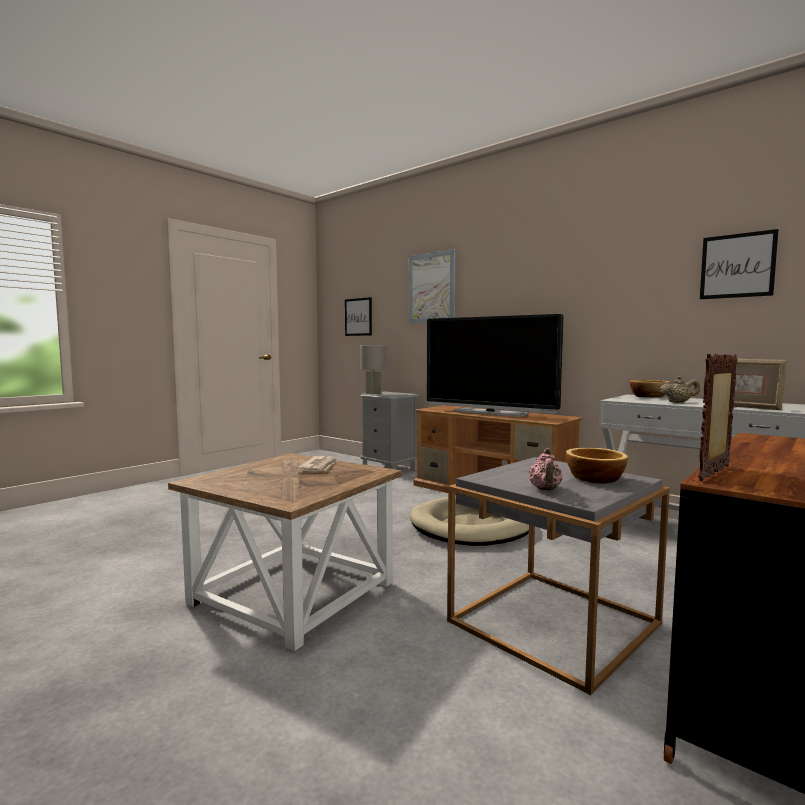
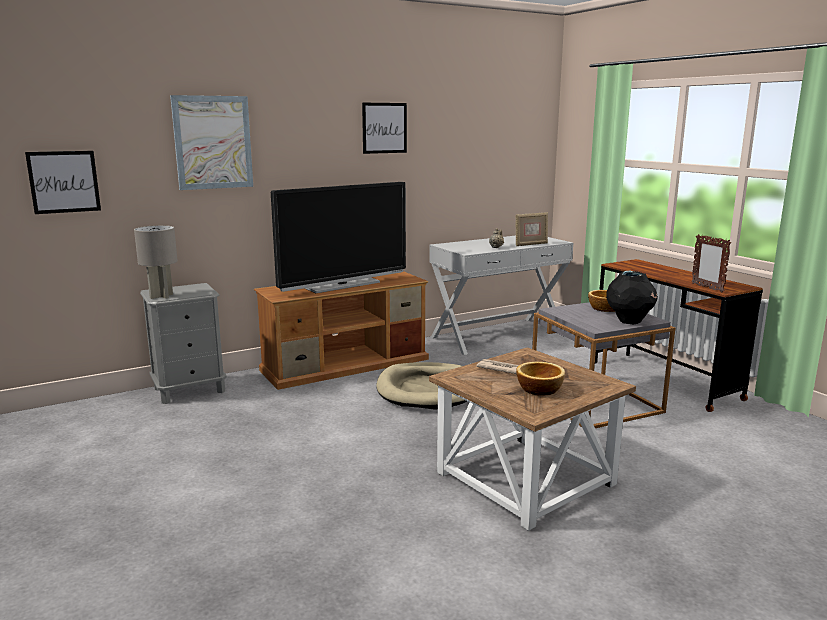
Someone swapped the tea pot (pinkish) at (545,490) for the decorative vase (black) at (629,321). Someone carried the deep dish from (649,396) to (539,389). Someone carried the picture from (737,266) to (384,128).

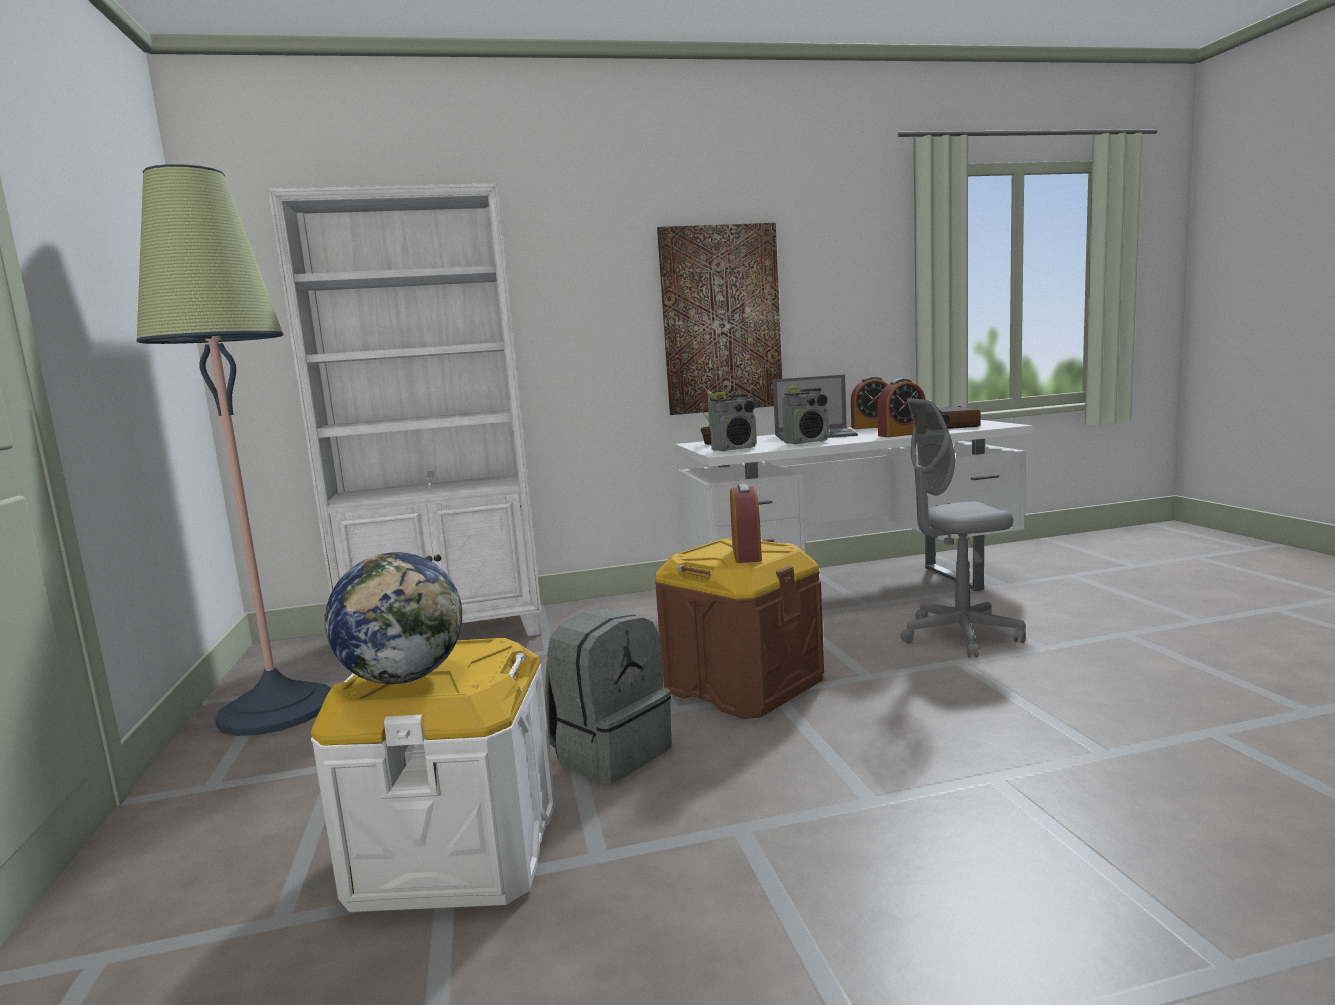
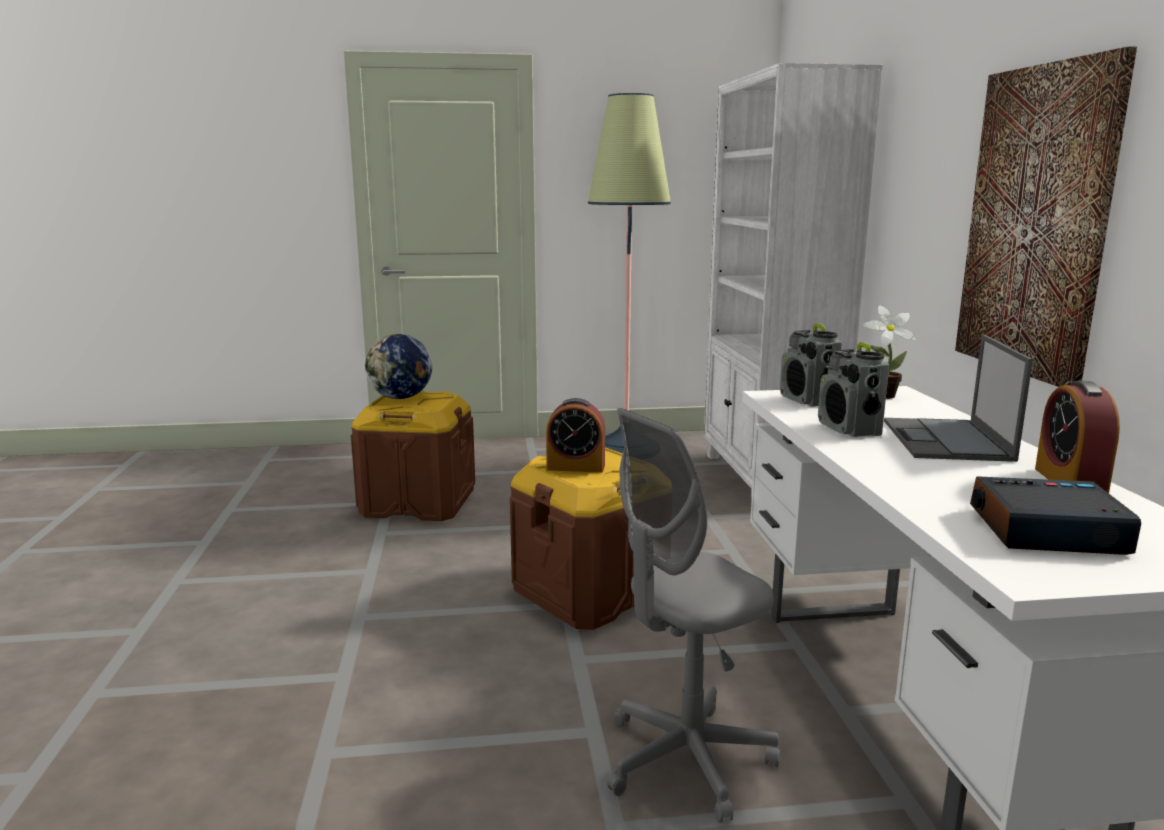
Someone repainted the storage container (white) at (456,850), which became the storage container (brown) at (418,502). Someone took away the knapsack (grey) at (610,752). Someone took away the table clock at (902,434). Someone rotated the office chair (grey) at (959,636) by 120 degrees counterclockwise.

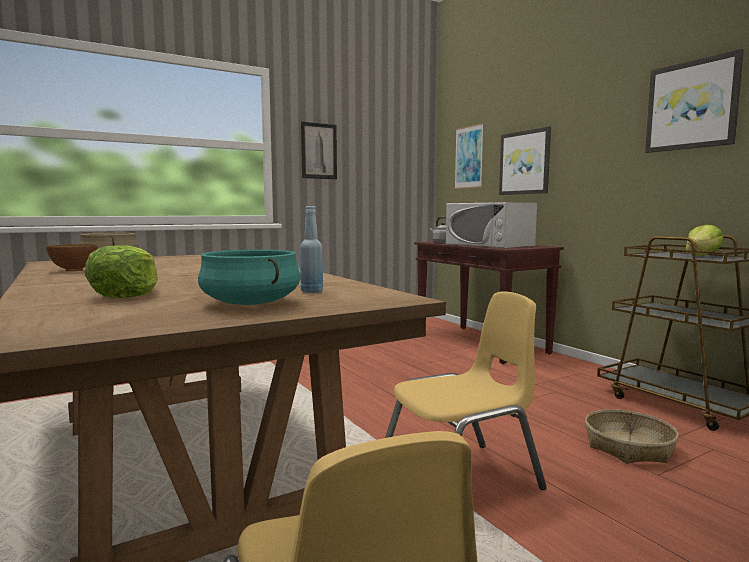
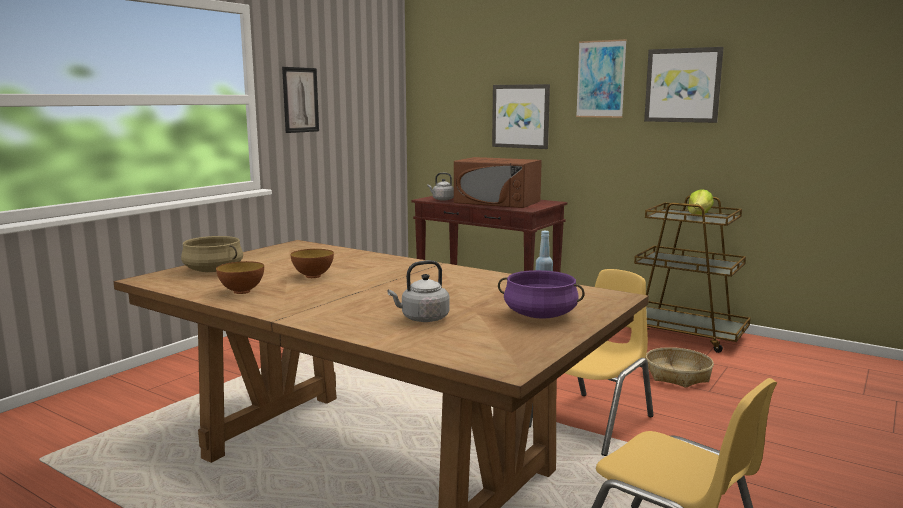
Someone swapped the lettuce head at (127,295) for the water kettle (grey) at (422,319). Someone repainted the saucepot (blue-green) at (250,303), which became the saucepot (purple-coloured) at (540,315). Someone repainted the microwave (white) at (489,244), which became the microwave (brown) at (497,202). Someone carried the picture from (469,157) to (601,79). Someone put down the deep dish at (313,276).

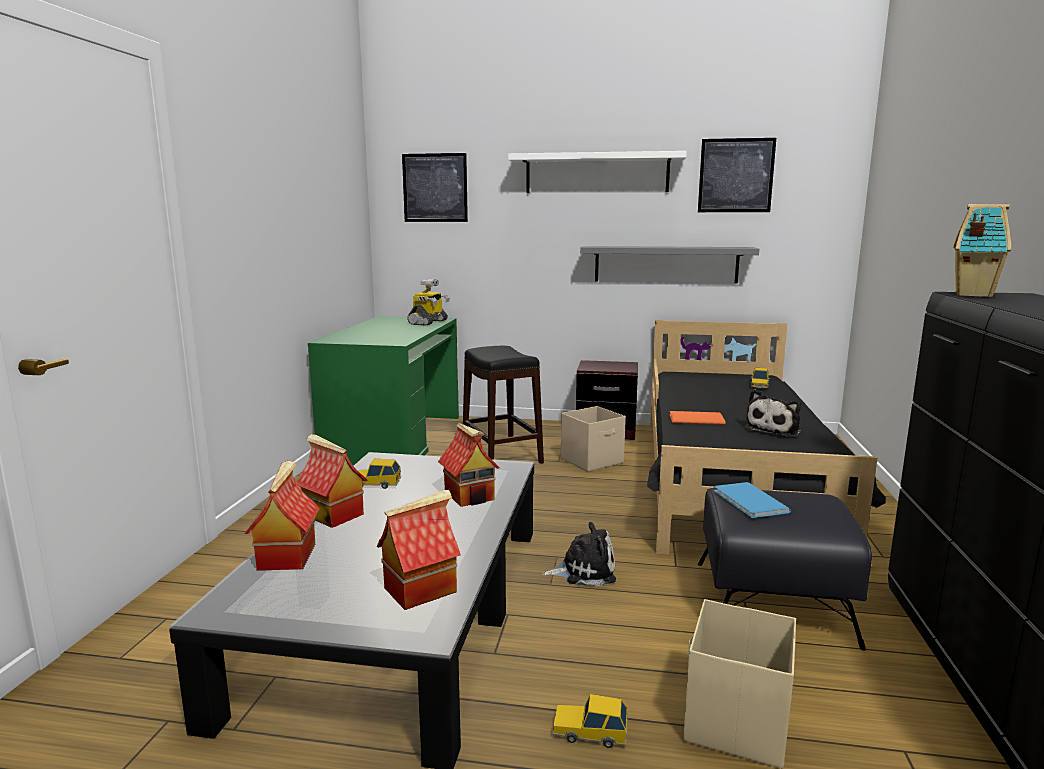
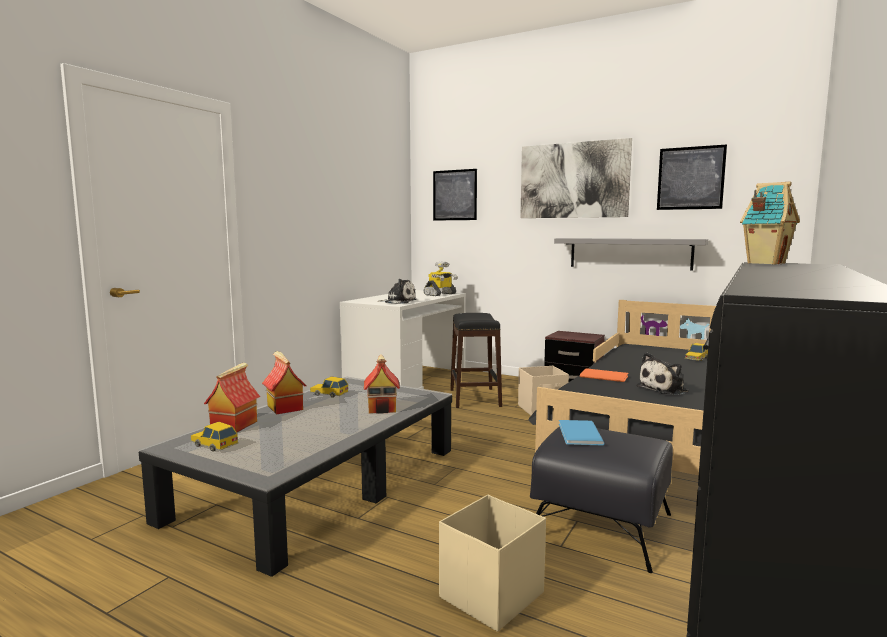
Someone repainted the desk table (greenish) at (395,438), which became the desk table (white) at (407,379). Someone took away the model house at (421,589). Someone swapped the shelf (white) at (596,173) for the picture at (573,180). Someone carried the plush toy from (584,571) to (398,302). Someone carried the model car from (590,731) to (214,445).

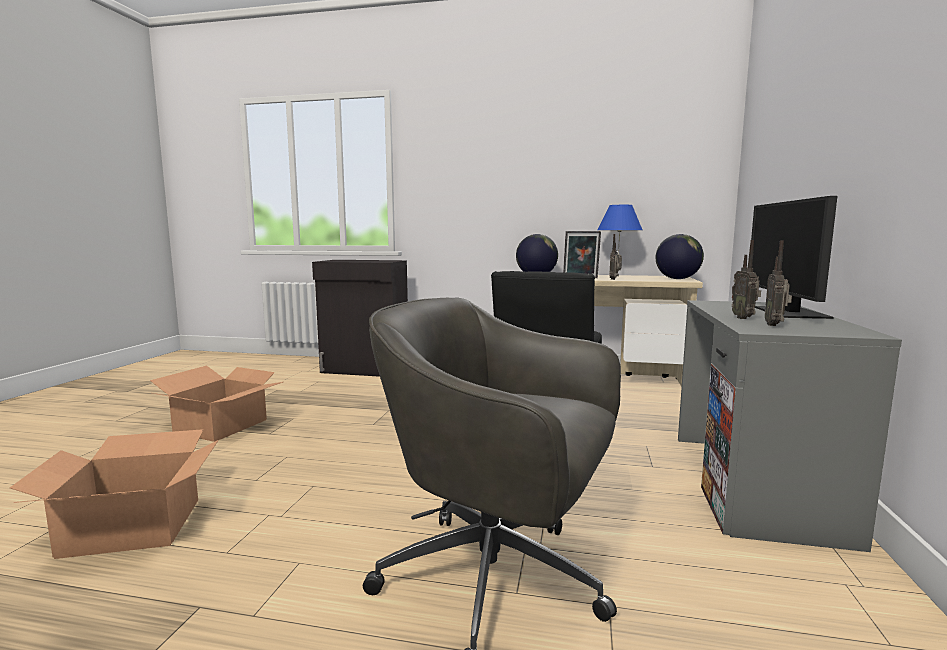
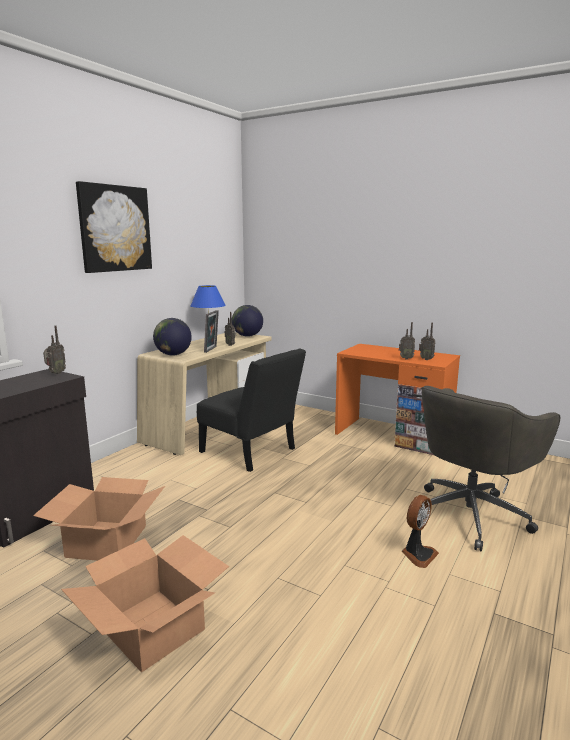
Someone carried the carton from (132,526) to (106,541). Someone repainted the desk table (grey) at (754,484), which became the desk table (orange-coloured) at (393,435). Someone took away the computer display at (790,312). Someone put down the radio set at (55,373). Someone put up the picture at (115,228). Someone put down the cooling fan at (418,554).

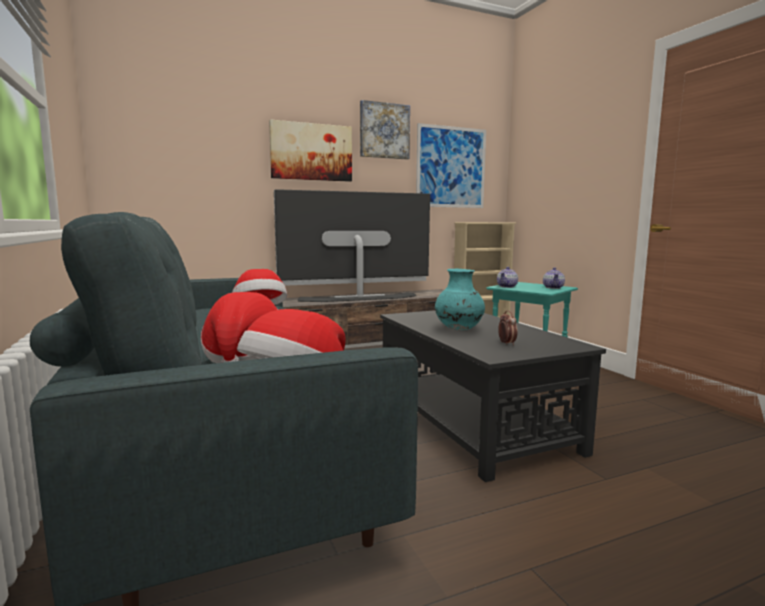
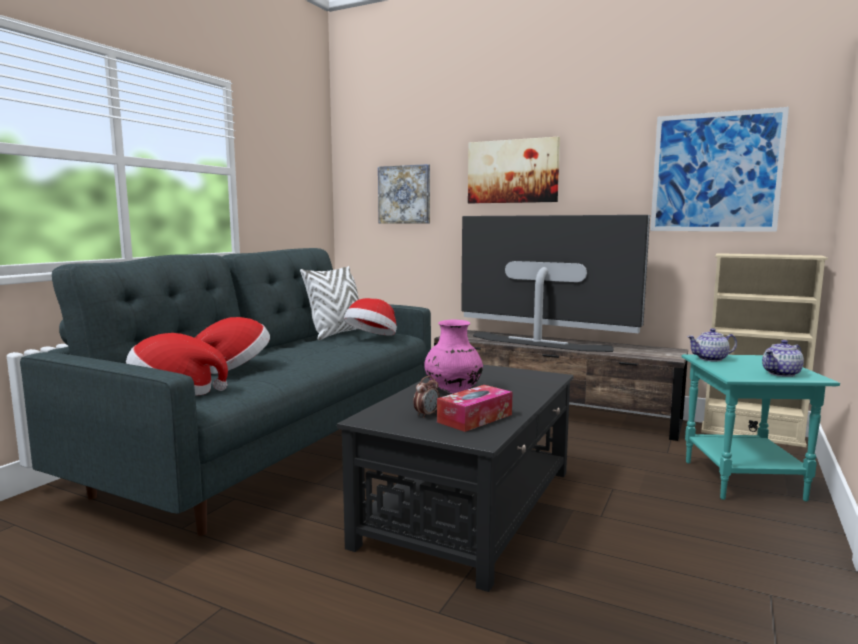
Someone carried the picture from (384,131) to (404,194). Someone repainted the decorative vase (blue-green) at (458,329), which became the decorative vase (pinkish) at (453,391). Someone put down the throw pillow (white) at (337,333). Someone put down the tissue holder at (475,418).

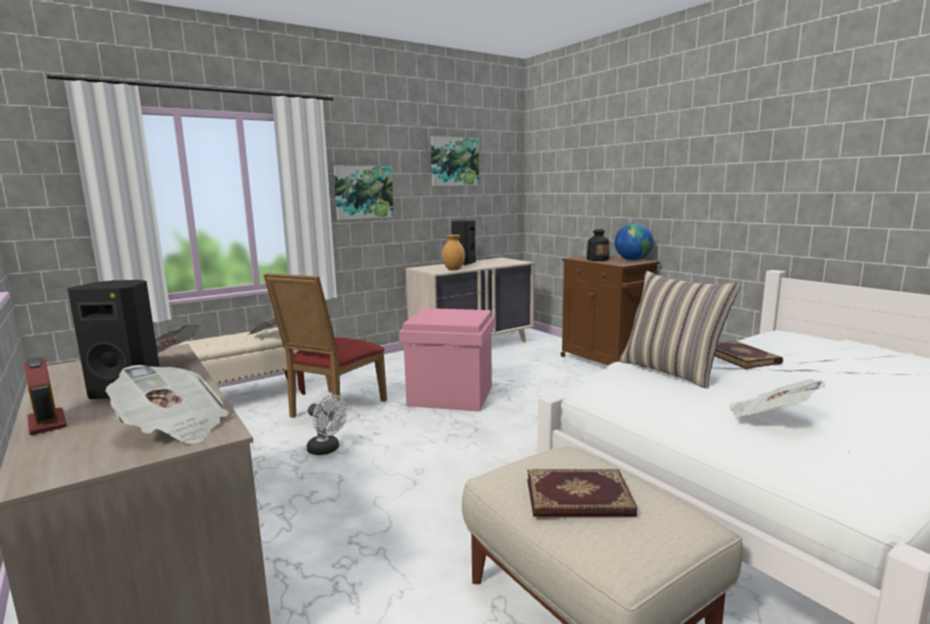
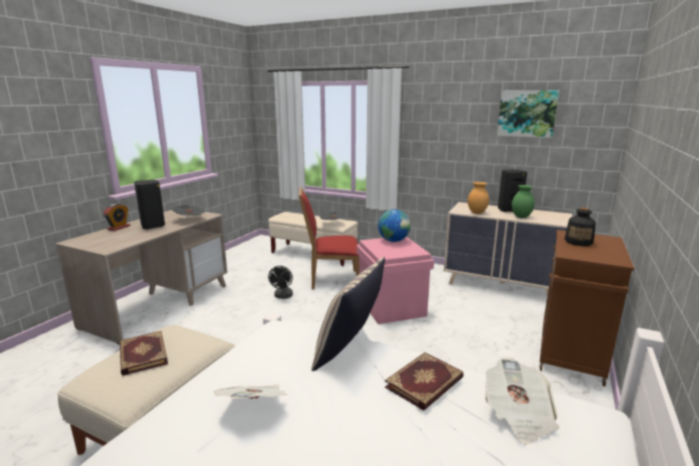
Someone carried the daily paper from (174,428) to (518,416). Someone repainted the cooling fan (white) at (327,450), which became the cooling fan (black) at (283,296). Someone took away the picture at (363,192). Someone carried the world globe from (632,260) to (393,241). Someone put down the decorative vase (greenish) at (520,217).

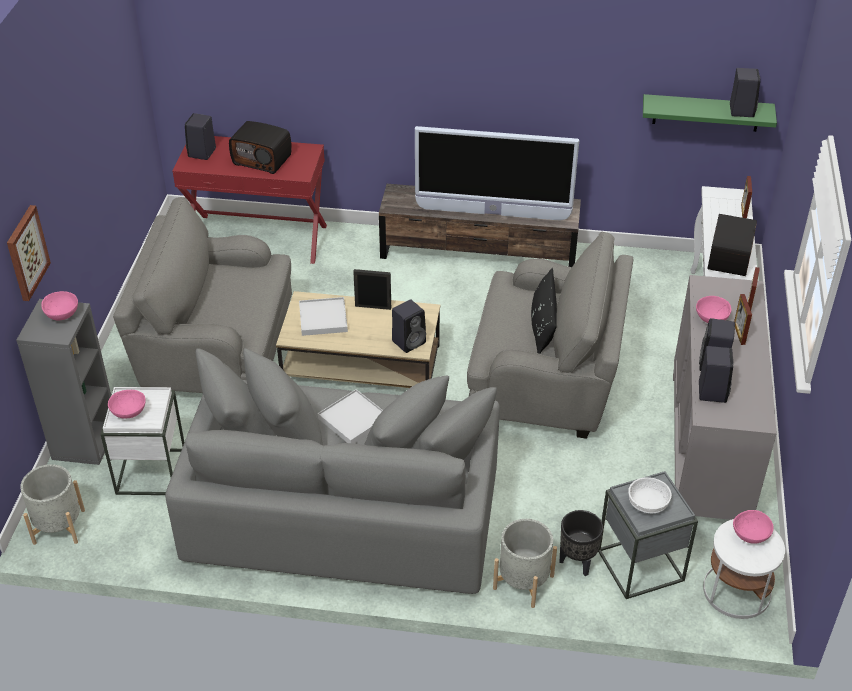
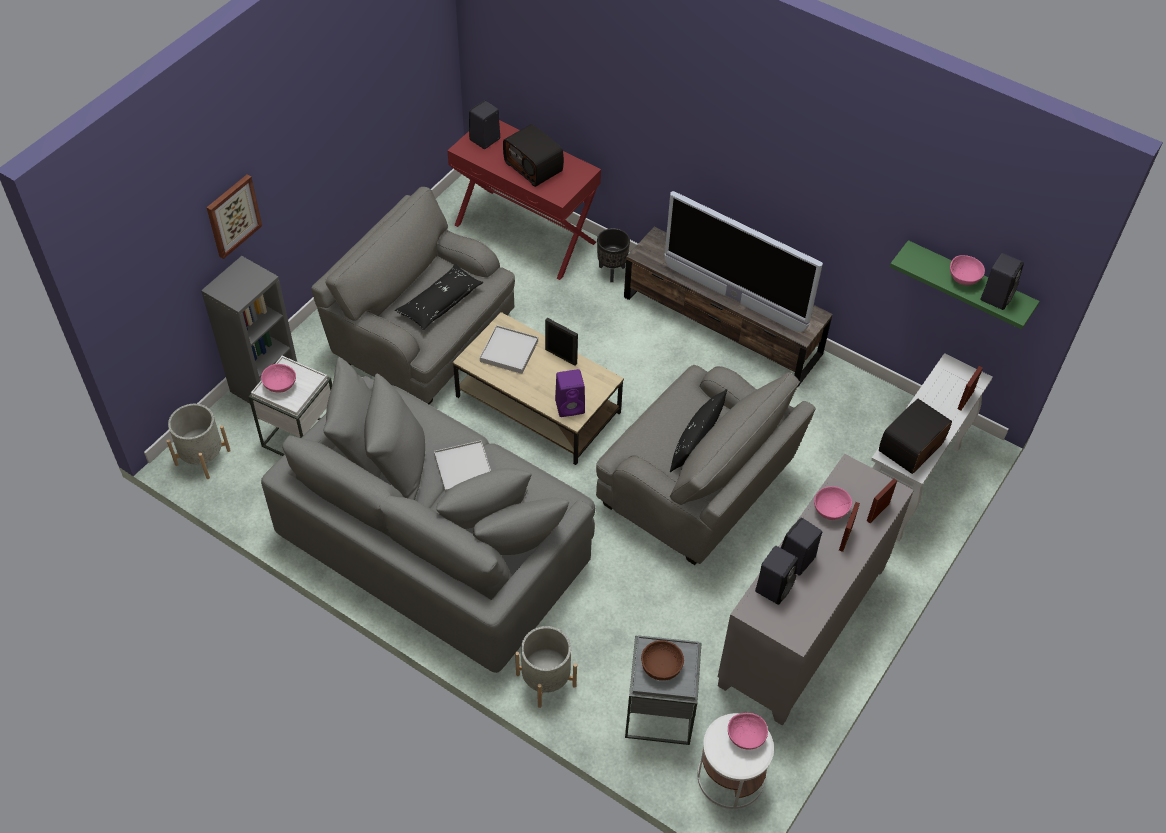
Someone carried the deep dish (pinkish) from (62,315) to (963,279). Someone repainted the audio speaker (black) at (409,341), which became the audio speaker (purple-coloured) at (571,406). Someone carried the planter (black) from (577,562) to (612,271). Someone repainted the deep dish (white) at (648,503), which became the deep dish (brown) at (662,667). Someone put down the throw pillow (black) at (440,303).

